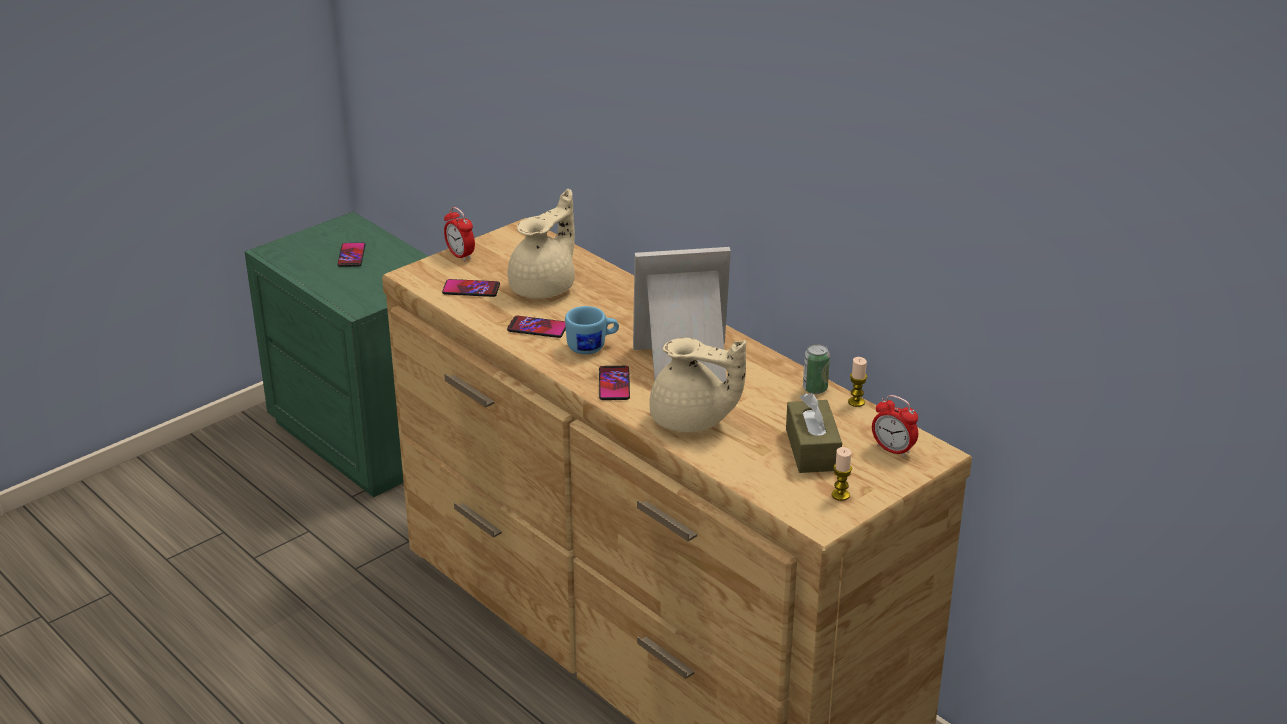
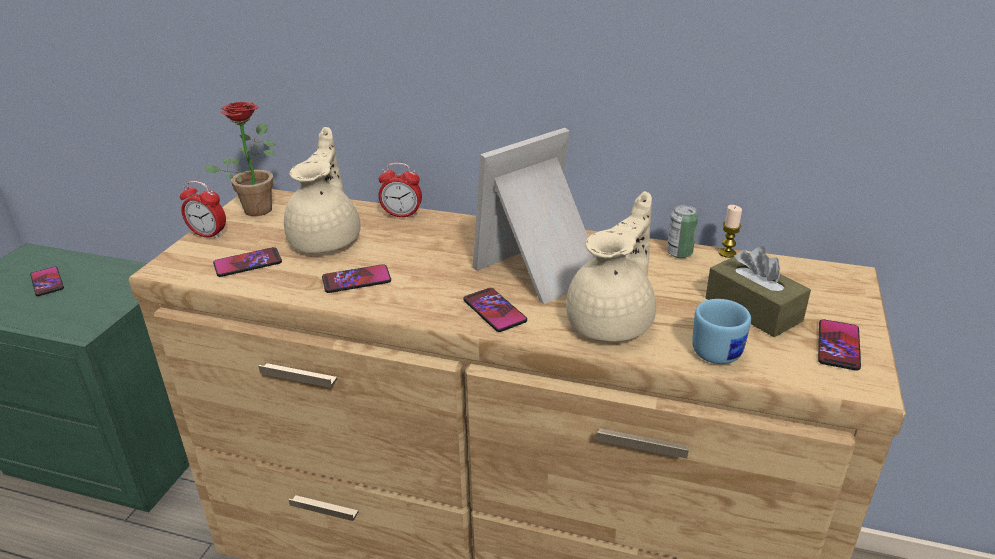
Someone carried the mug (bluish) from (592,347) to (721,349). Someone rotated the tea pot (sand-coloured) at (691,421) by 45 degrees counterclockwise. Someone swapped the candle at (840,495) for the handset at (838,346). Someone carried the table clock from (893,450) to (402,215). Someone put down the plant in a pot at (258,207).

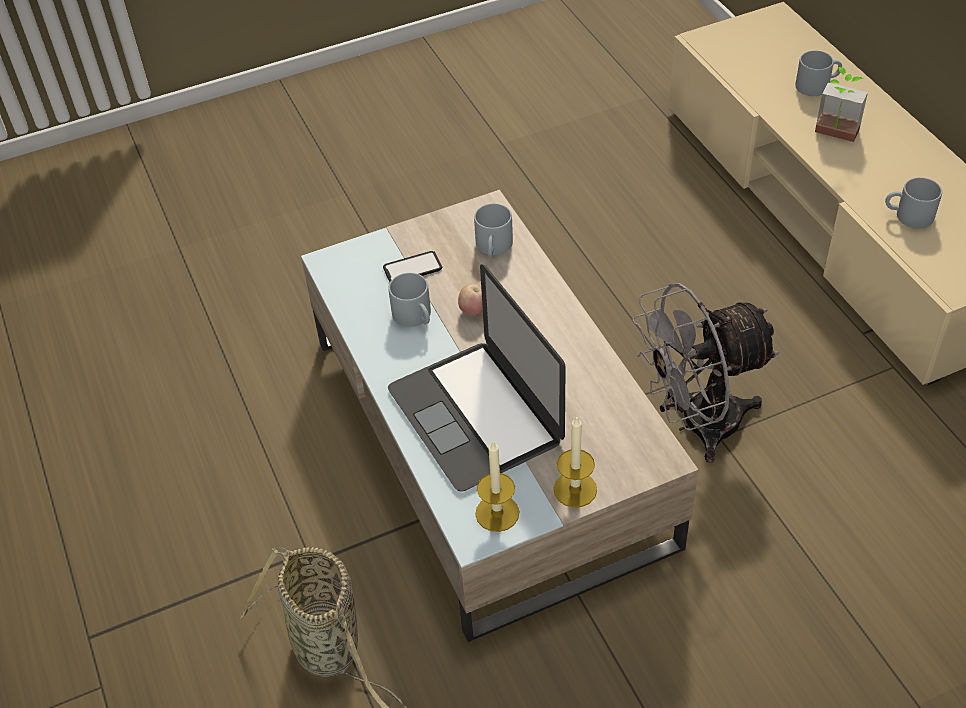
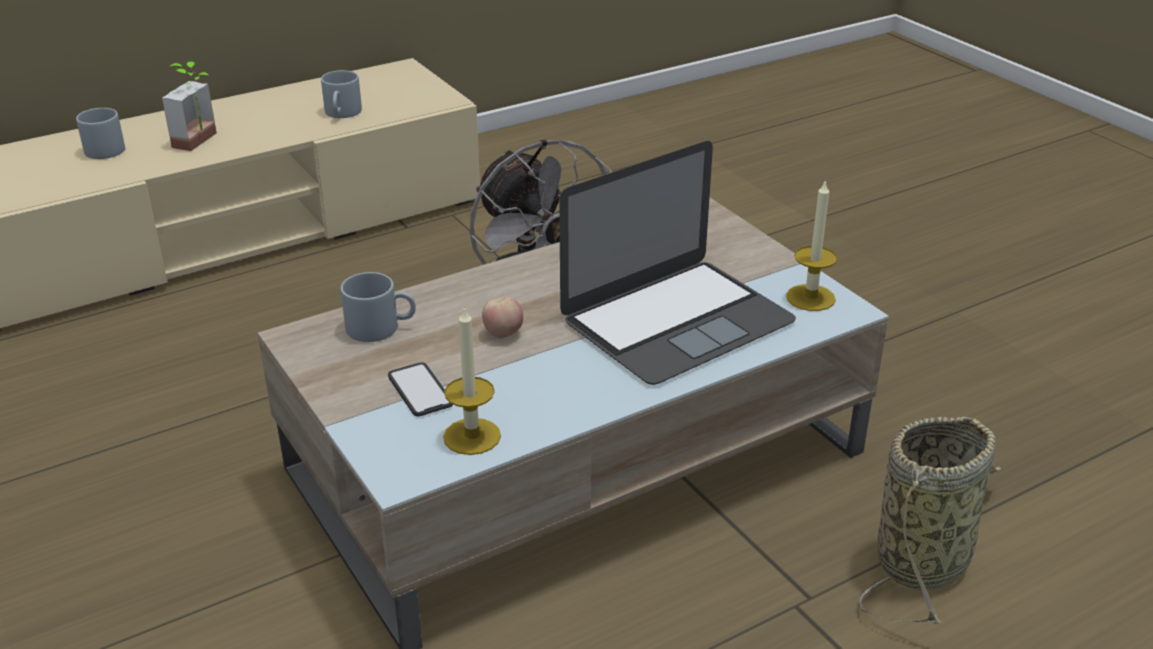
Someone took away the mug (grey) at (416,316). Someone carried the candle from (575,489) to (472,436).

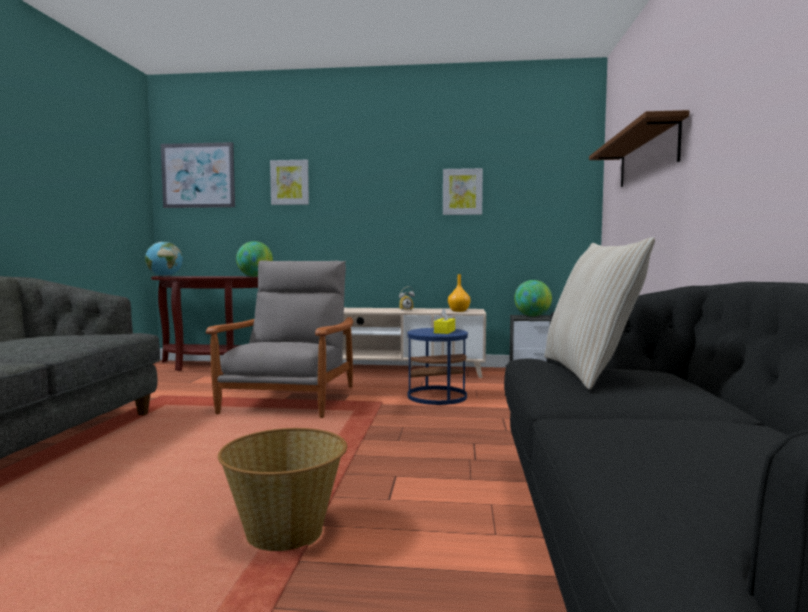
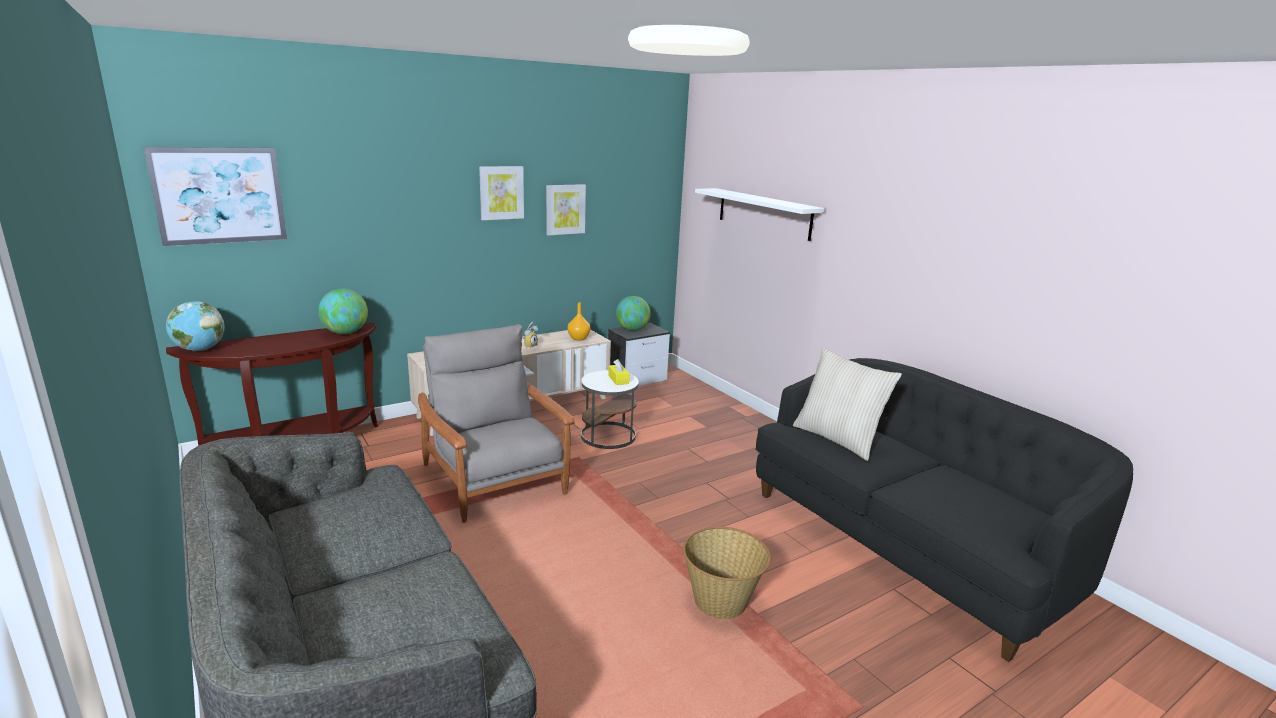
Someone carried the picture from (290,182) to (501,192). Someone repainted the accent table (bluish) at (437,396), which became the accent table (white) at (608,436). Someone repainted the shelf (brown) at (647,156), which became the shelf (white) at (763,213).

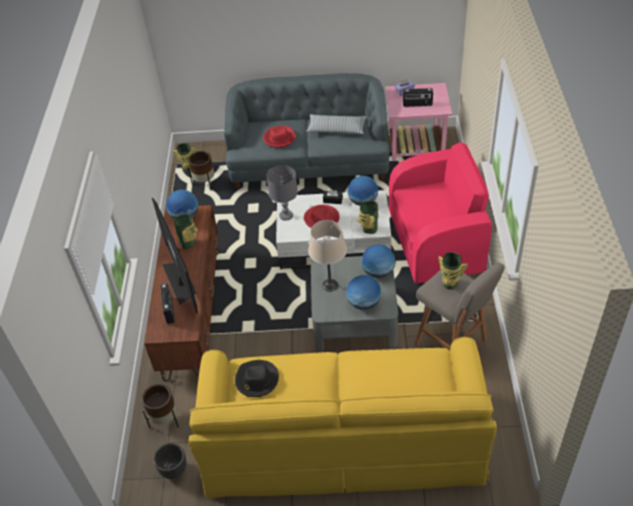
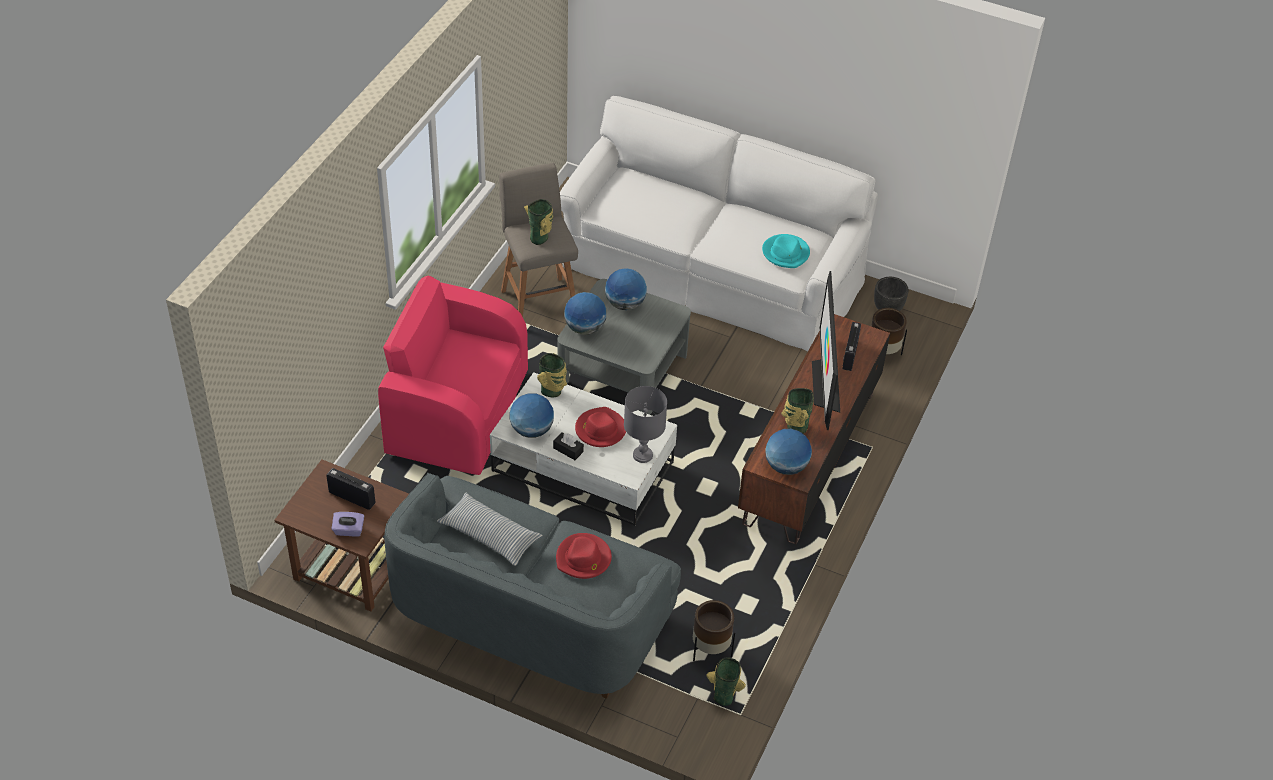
Someone repainted the sofa (yellow-coloured) at (343,438), which became the sofa (white) at (709,270). Someone repainted the hat (black) at (256,380), which became the hat (blue-green) at (786,253). Someone took away the lamp for a table (sand-coloured) at (330,285). Someone repainted the accent table (pinkish) at (417,145), which became the accent table (brown) at (350,567).

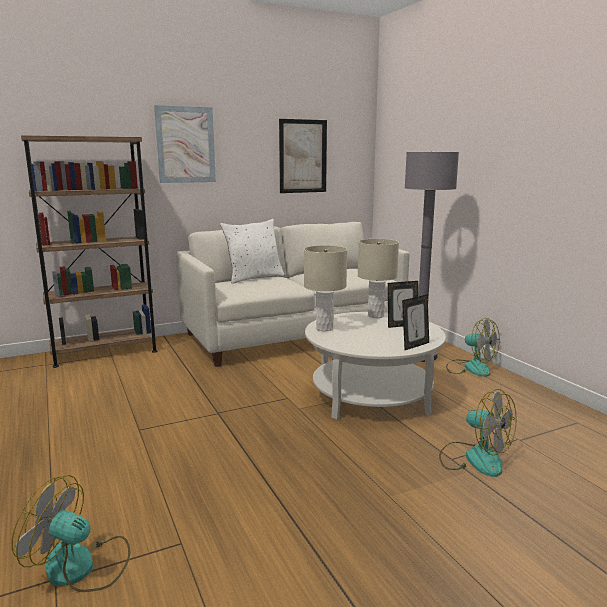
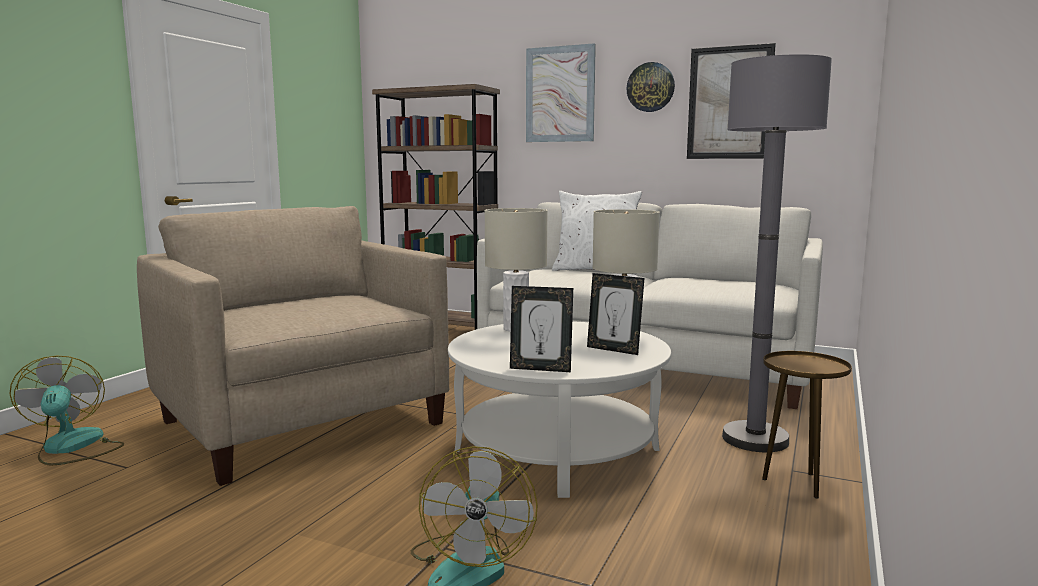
Someone swapped the cooling fan at (470,367) for the accent table (brown) at (796,483). Someone put down the lounge chair (sand-coloured) at (303,422). Someone put up the wall clock at (650,87).

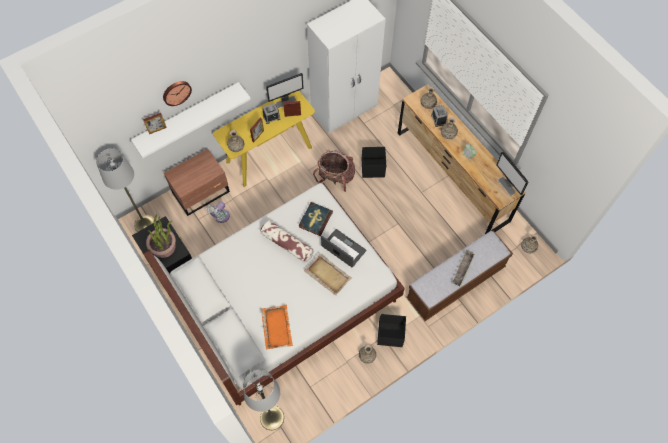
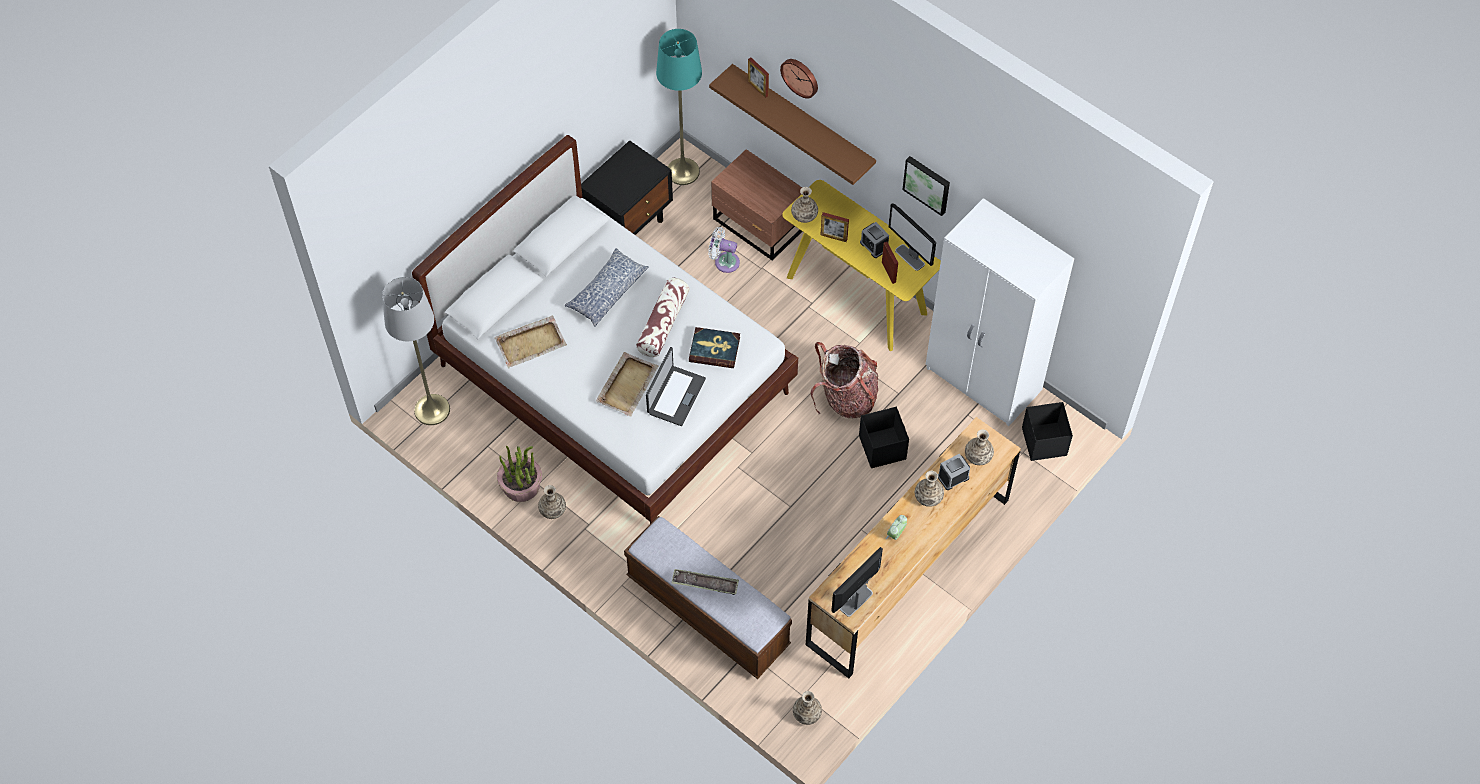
Someone repainted the floor lamp (grey) at (145,224), which became the floor lamp (blue-green) at (683,171). Someone repainted the shelf (white) at (187,116), which became the shelf (brown) at (802,121). Someone carried the plant in a pot from (164,246) to (521,485). Someone repainted the tray (orange-coloured) at (276,327), which became the tray (sand-coloured) at (531,343). Someone carried the storage container (black) from (391,335) to (1044,442). Someone put down the throw pillow at (606,292). Someone put up the picture at (927,184).

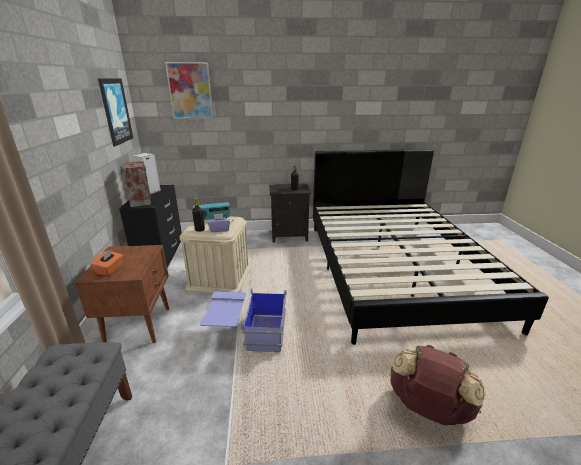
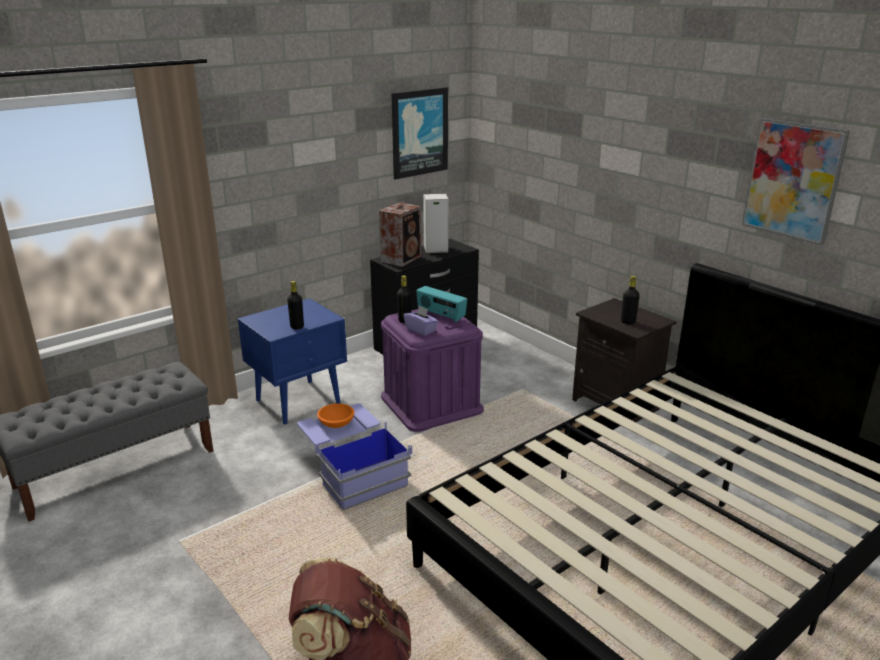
Someone repainted the nightstand (brown) at (139,324), which became the nightstand (bluish) at (299,401). Someone took away the tissue holder (orange-coloured) at (110,269). Someone carried the picture from (190,91) to (793,180). Someone repainted the storage container (sand-coloured) at (219,278), which became the storage container (purple-coloured) at (431,403). Someone put down the beverage bottle (black) at (297,327). Someone put down the deep dish (orange-coloured) at (337,424).

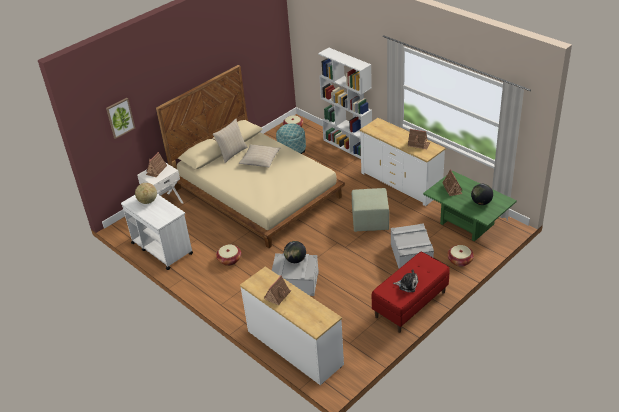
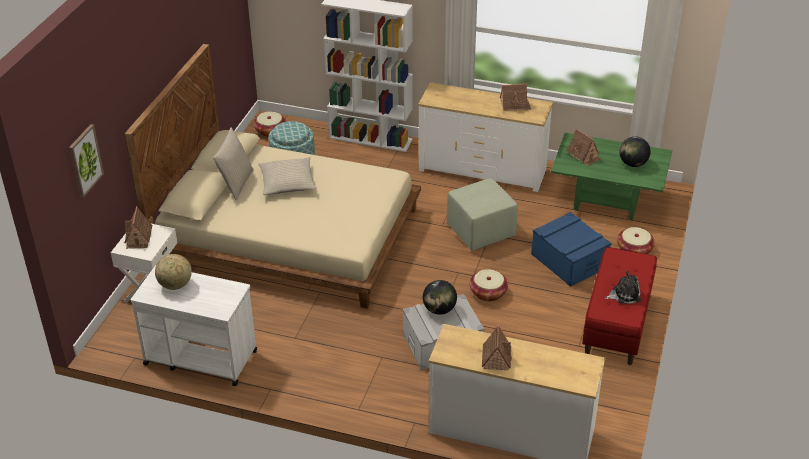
Someone carried the basket from (229,260) to (488,293). Someone repainted the storage container (grey) at (411,255), which became the storage container (bluish) at (569,261).

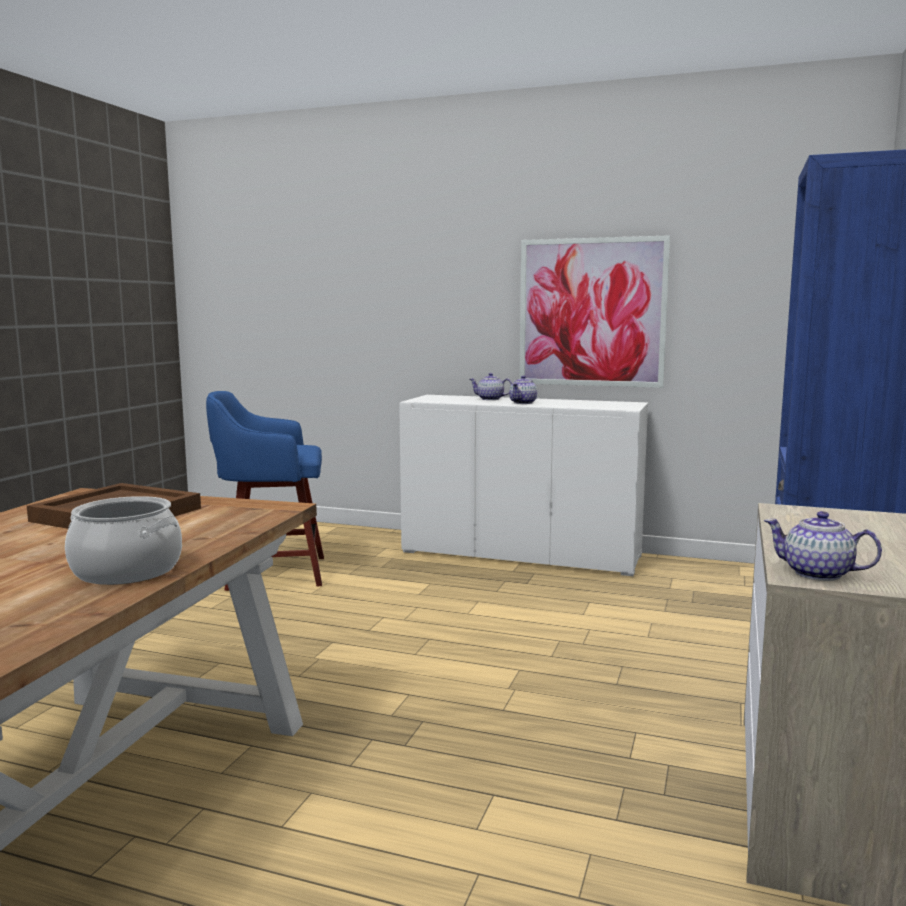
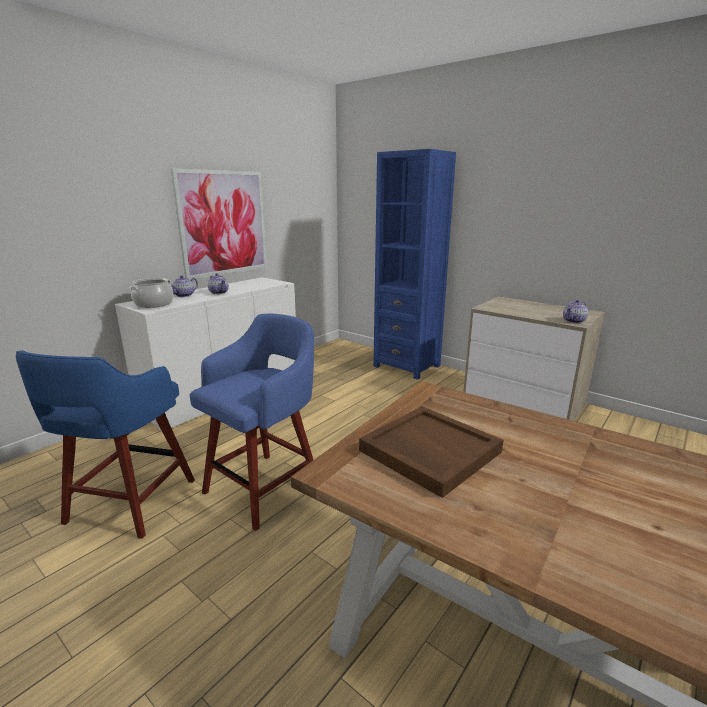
Someone carried the saucepot from (127,570) to (154,304). Someone put down the stool seat (bluish) at (265,487).

